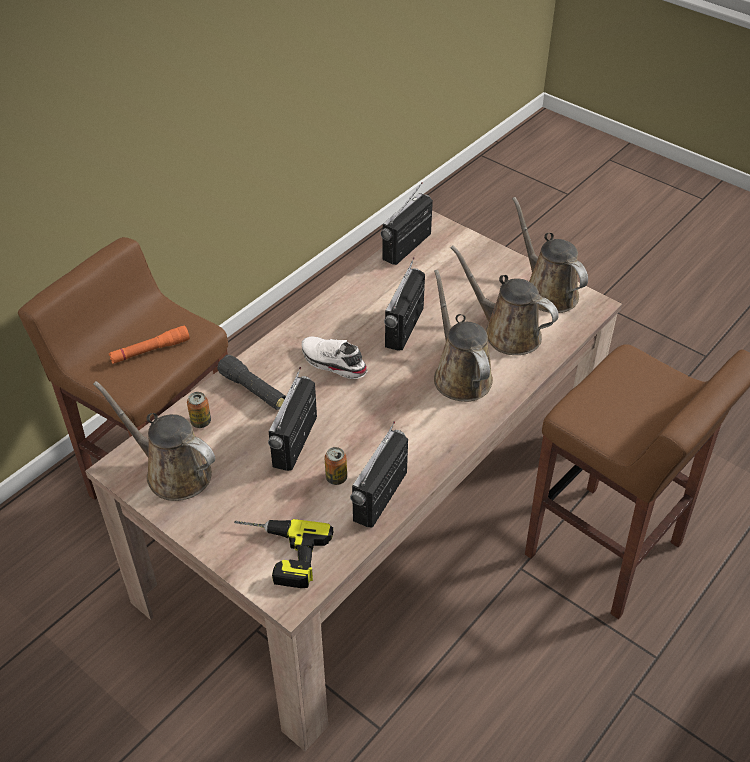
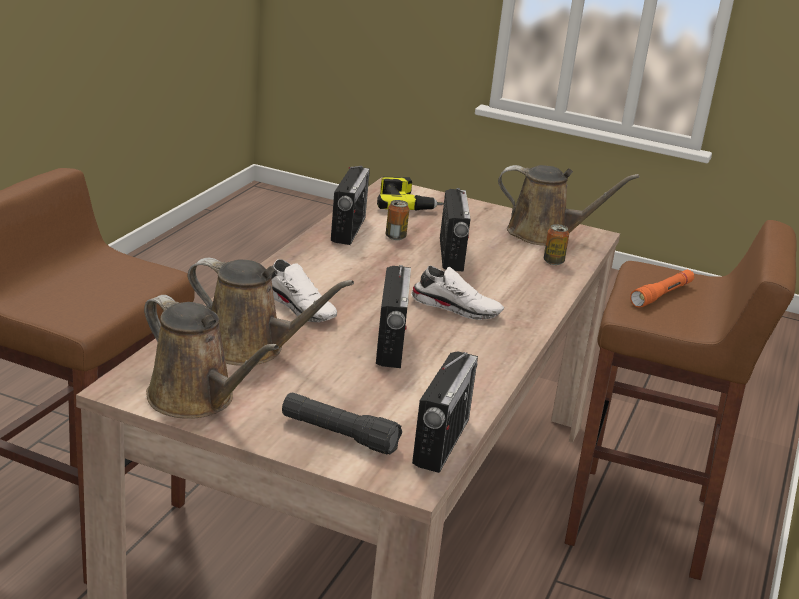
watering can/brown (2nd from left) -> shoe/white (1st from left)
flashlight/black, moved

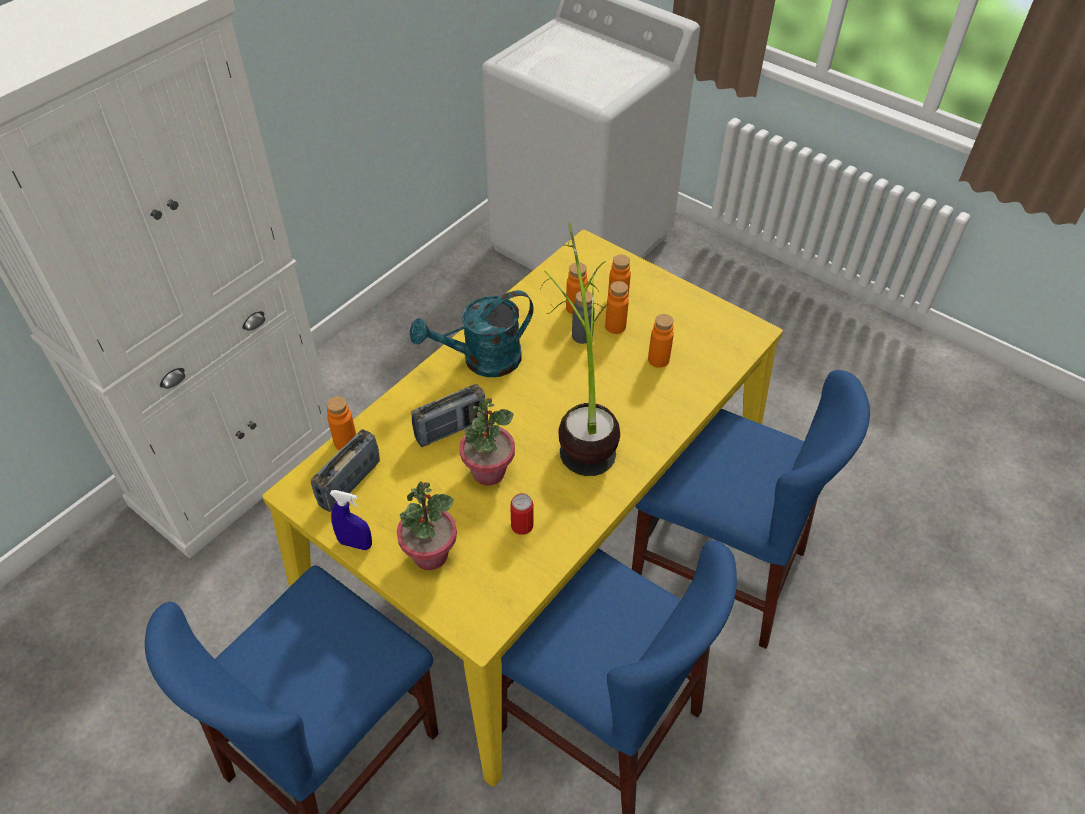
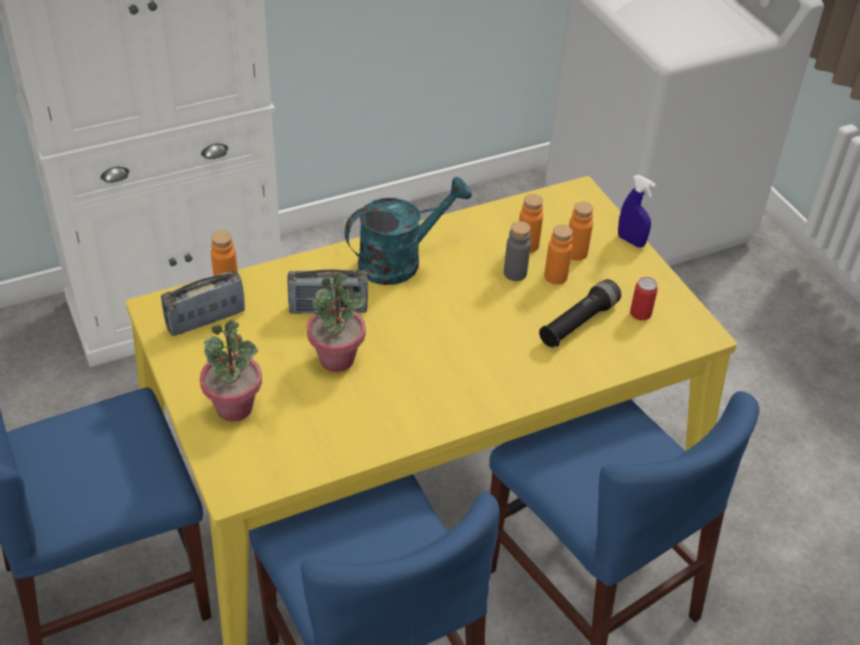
potted plant (3rd from left) -> none
watering can/turquoise, 150 degrees clockwise
bottle/orange (5th from left) -> flashlight/black
spray bottle/blue, moved
can, moved

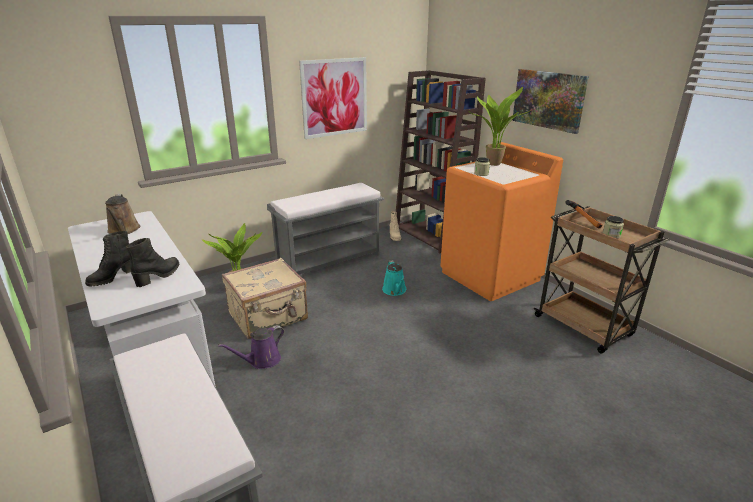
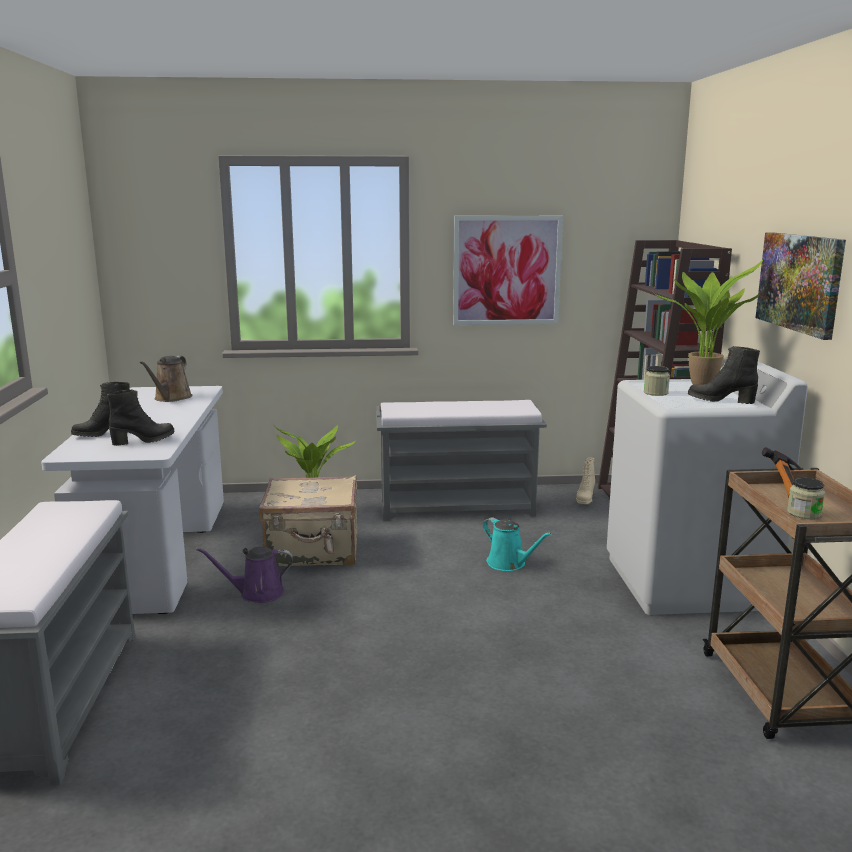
washing machine/orange -> washing machine/white
watering can/turquoise, 60 degrees counterclockwise
none -> boot/black (3rd from left)

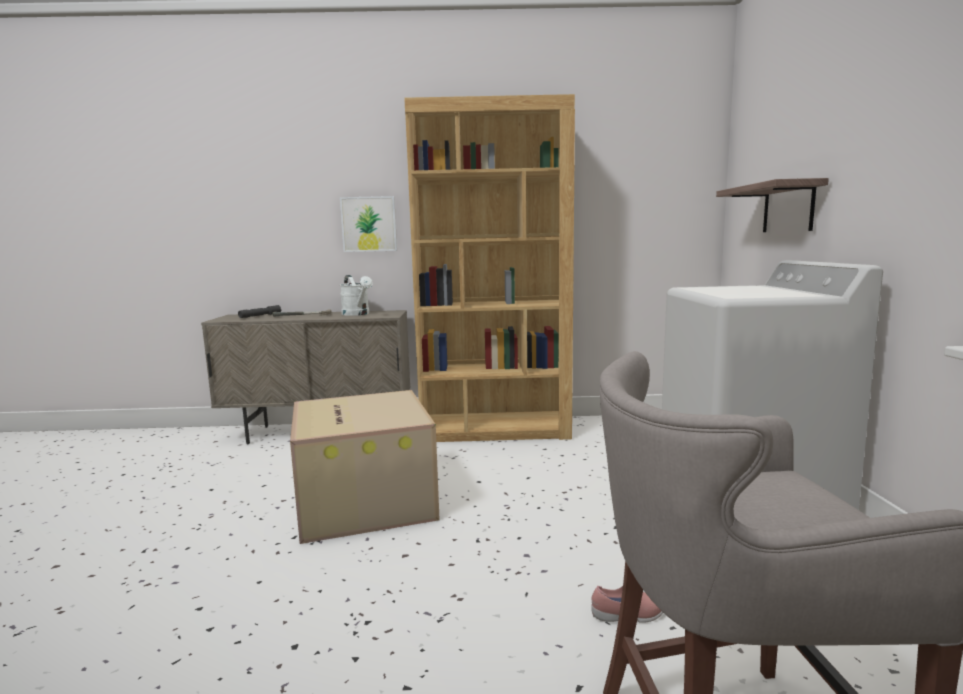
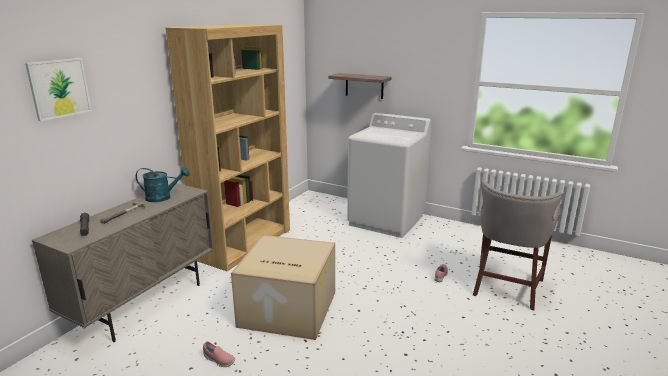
picture, moved
watering can/white -> watering can/turquoise
none -> shoe/pink (1st from left)

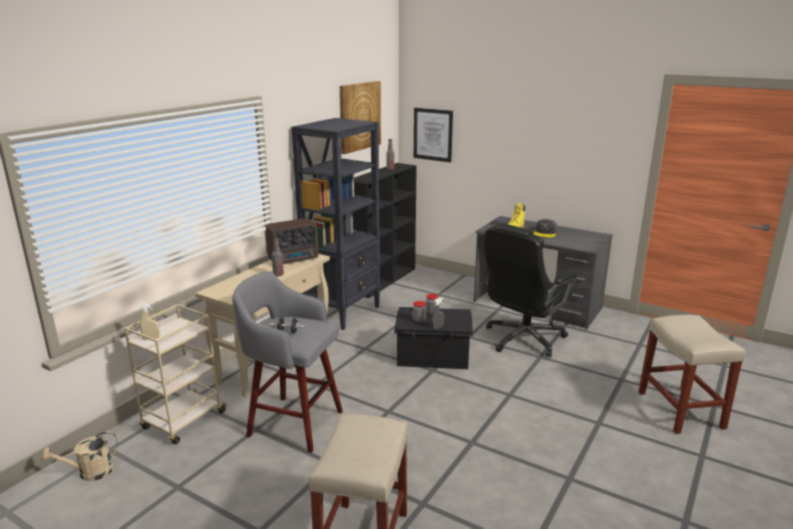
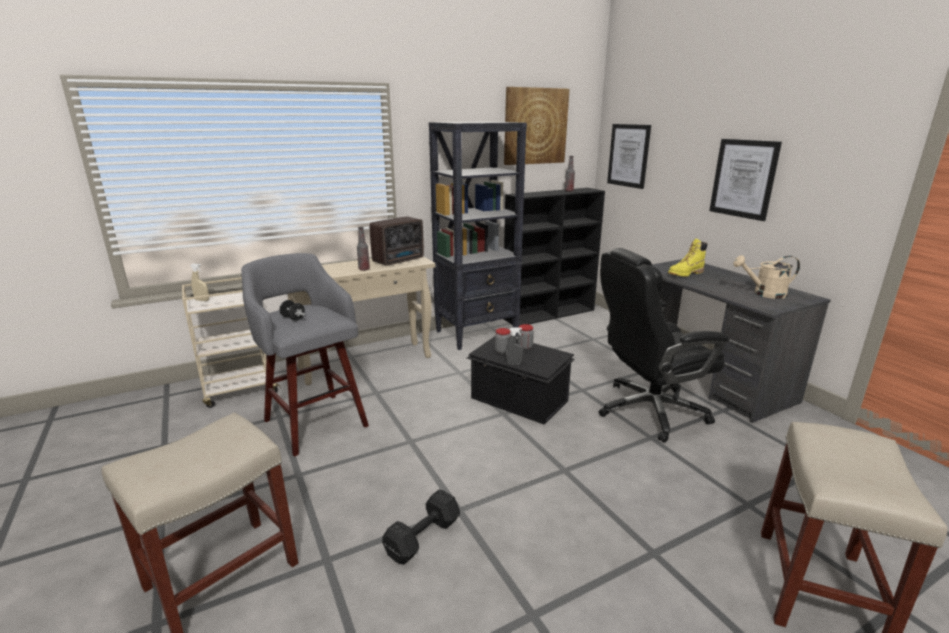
radio, 45 degrees counterclockwise
cap/grey -> none
watering can/beige, moved
none -> picture (3rd from left)
none -> dumbbell/black (2nd from left)

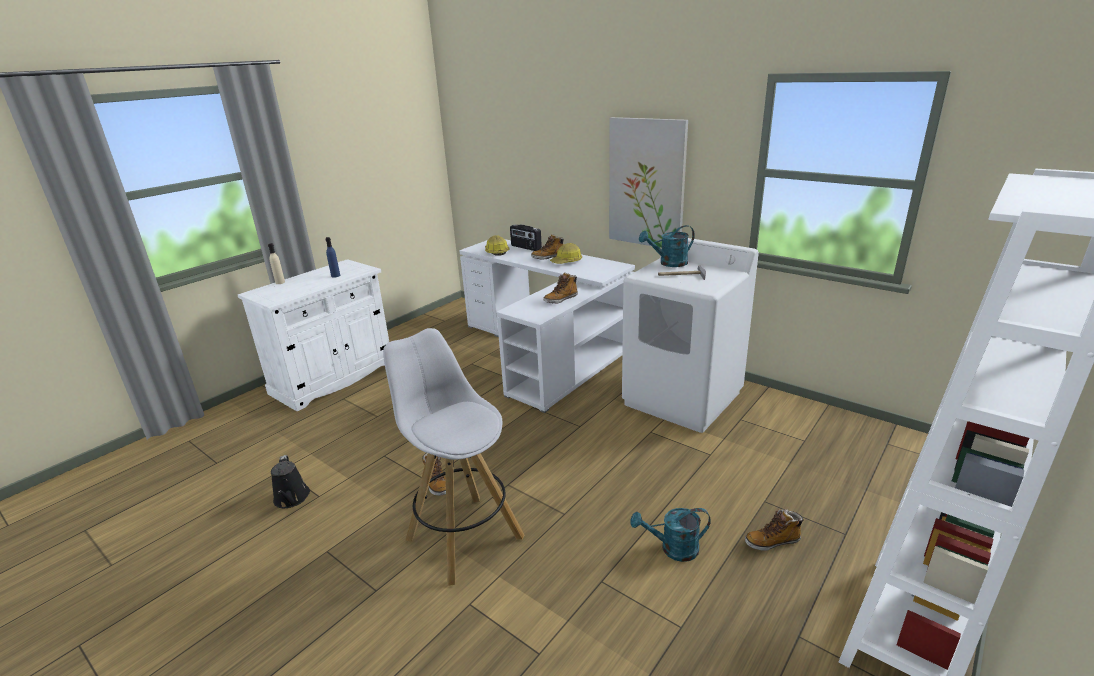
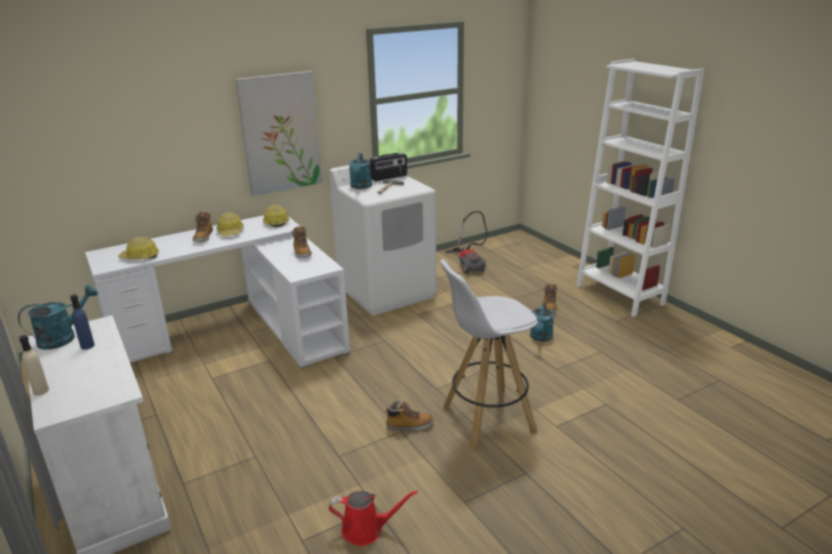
radio, moved
watering can/black -> watering can/red
none -> hard hat (3rd from left)
none -> vacuum cleaner
none -> watering can/turquoise (1st from left)

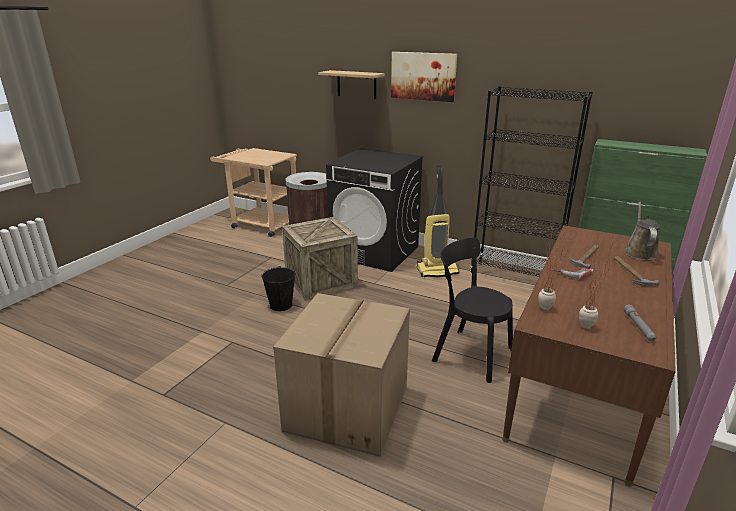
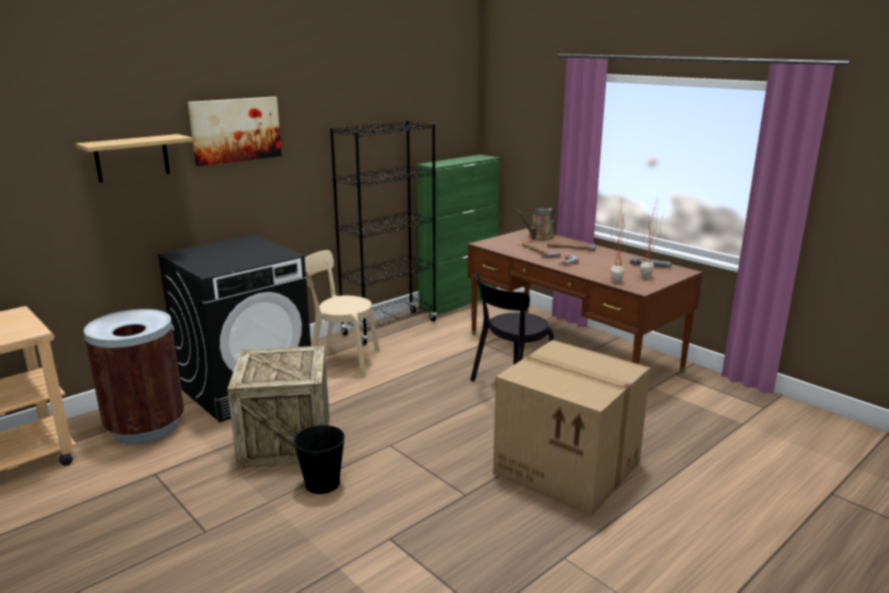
vacuum cleaner -> chair/beige
watering can/brown, 75 degrees counterclockwise

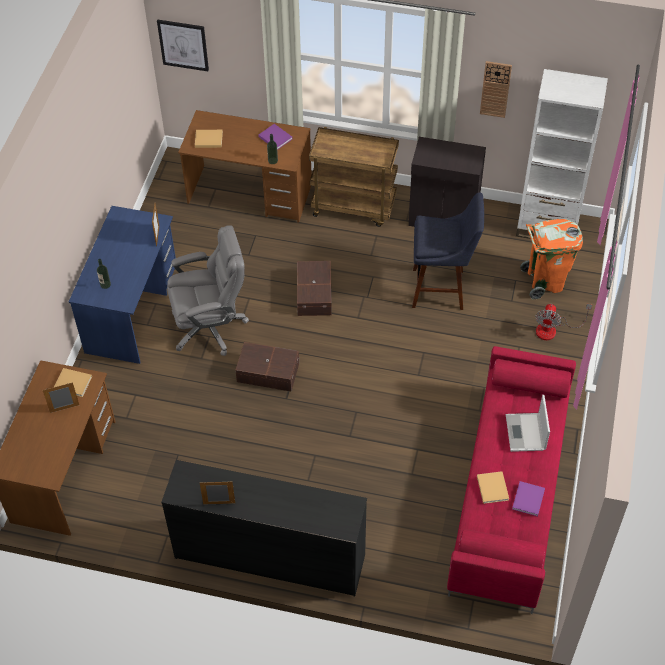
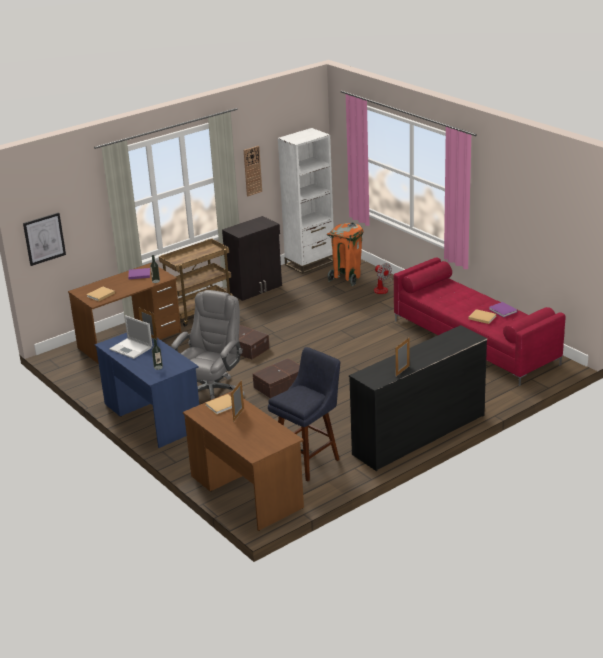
stool/blue, moved
laptop, moved

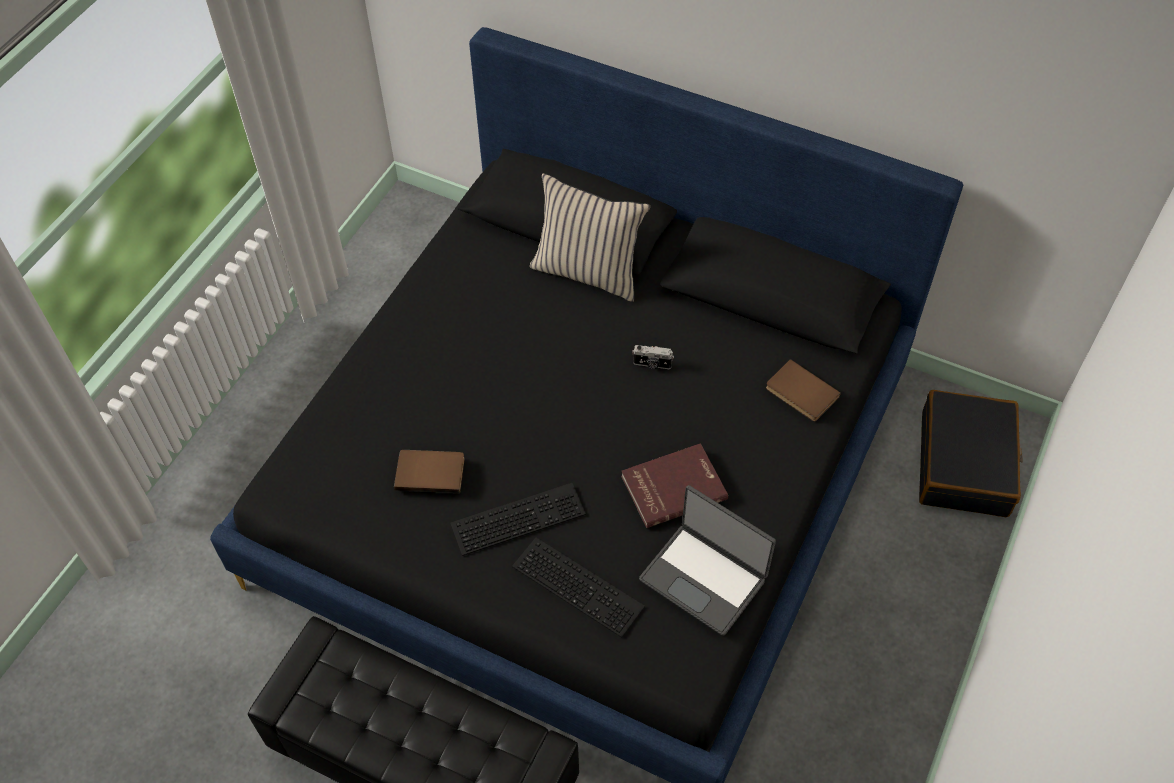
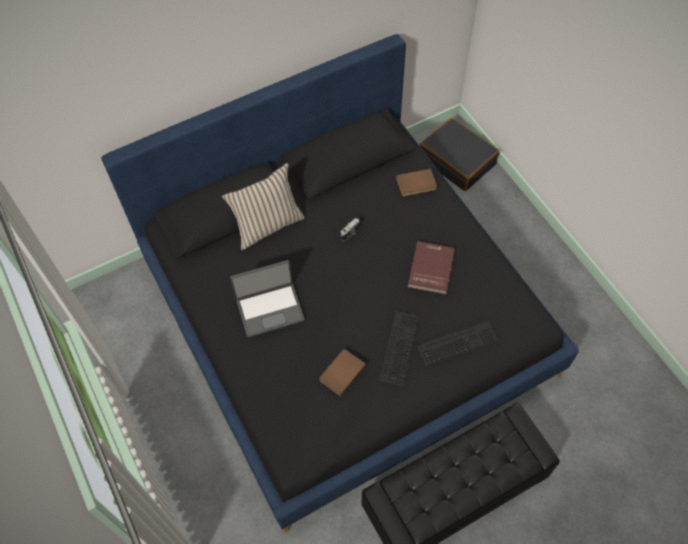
laptop, moved

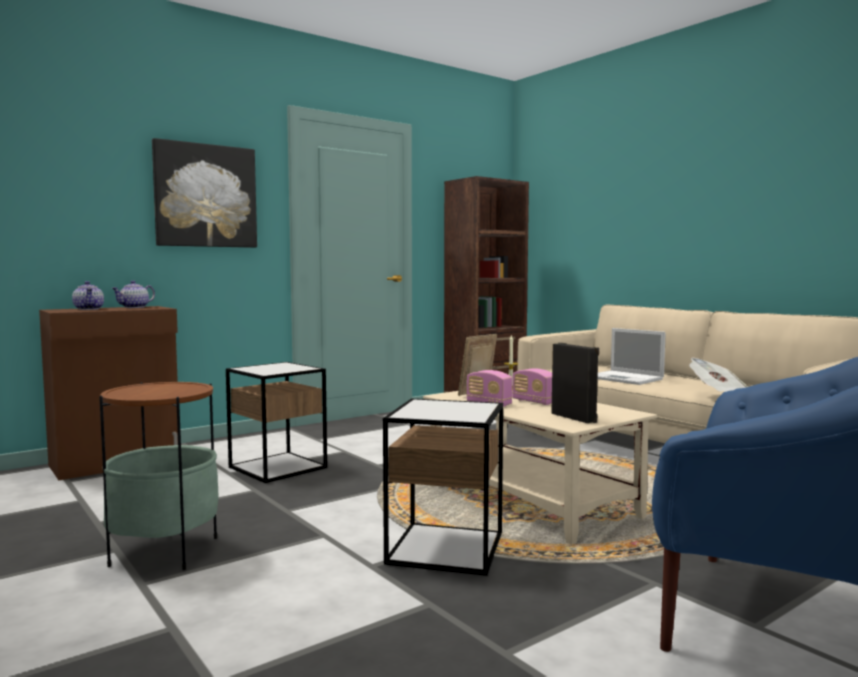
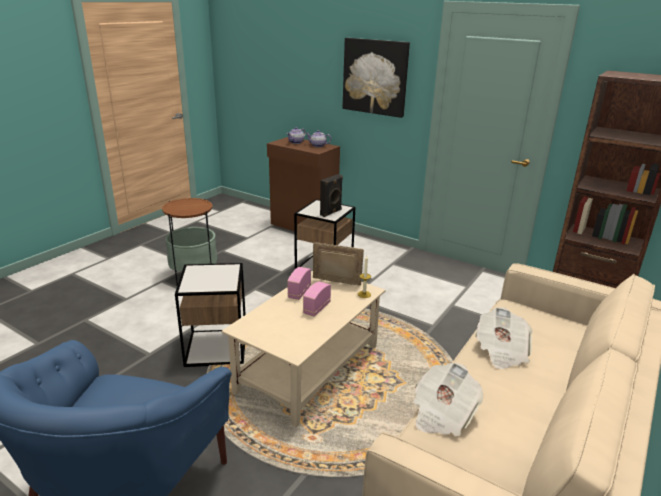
laptop -> newspaper (2nd from left)
speaker/black, moved

